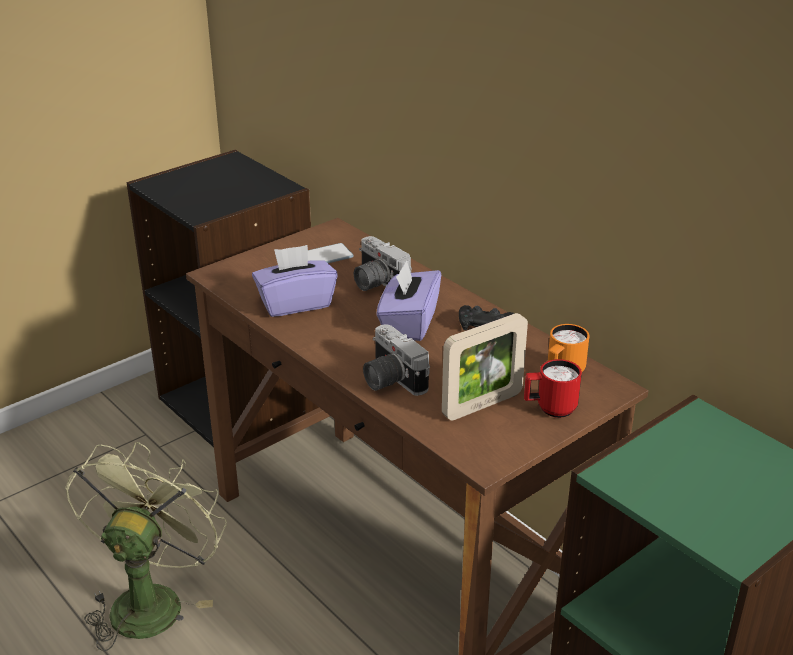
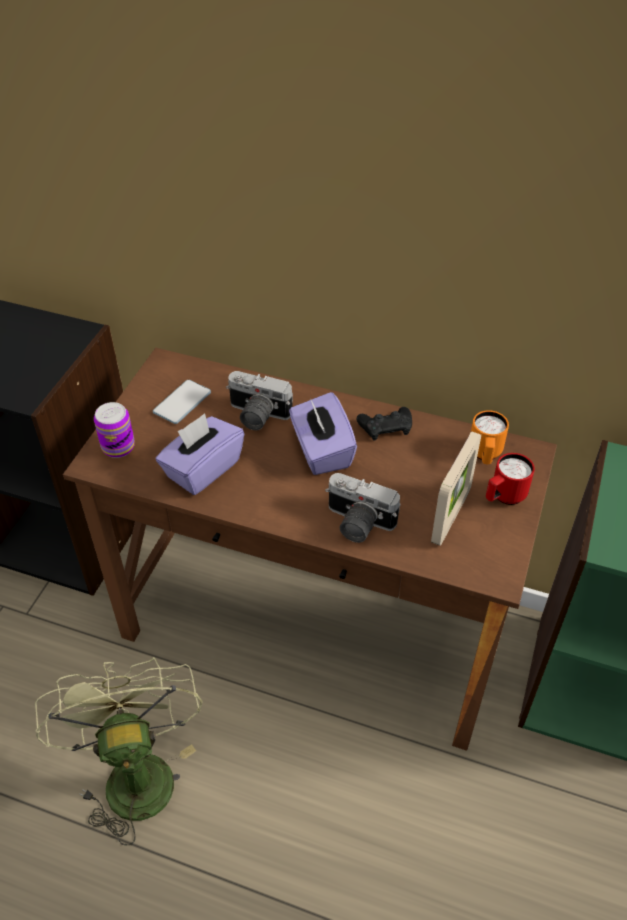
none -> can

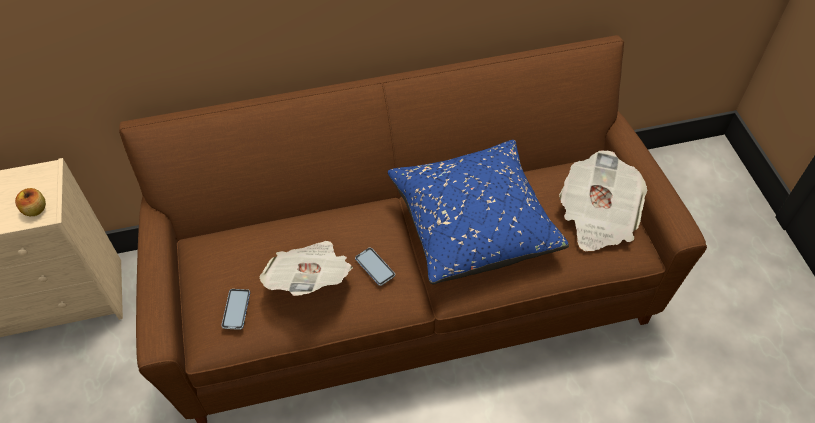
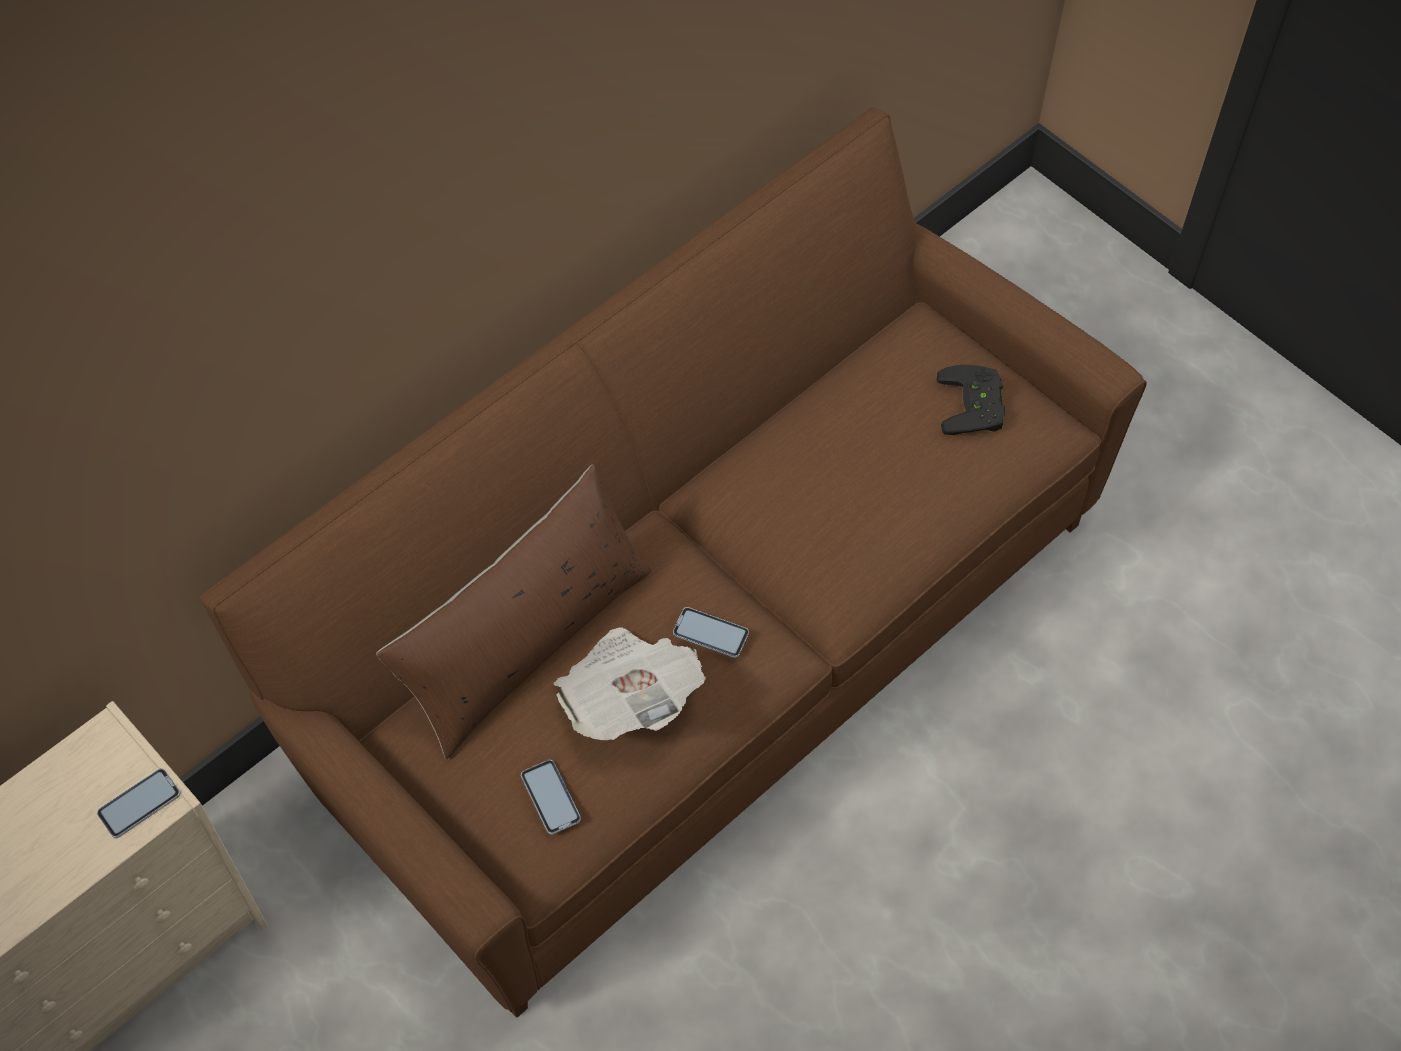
pillow/blue -> none
newspaper (2nd from left) -> game controller/black
apple -> phone (1st from left)
none -> pillow/brown

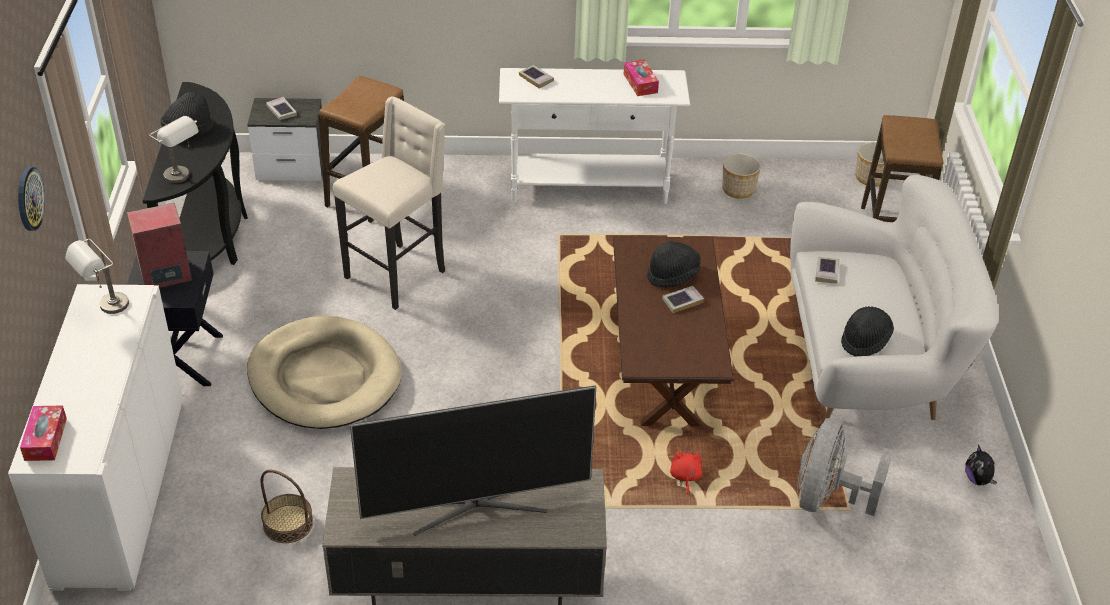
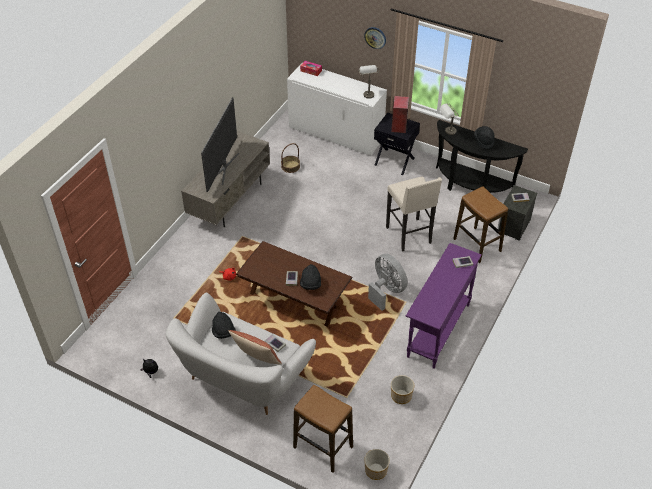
tissue box (2nd from left) -> none
console table/white -> console table/purple
dog bed/beige -> none
fan/grey, moved
none -> pillow

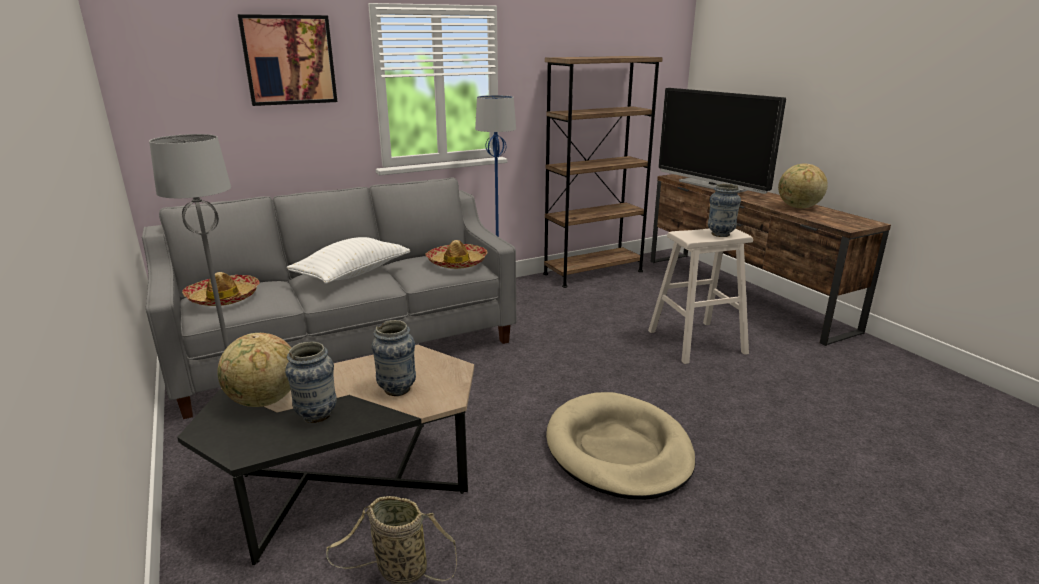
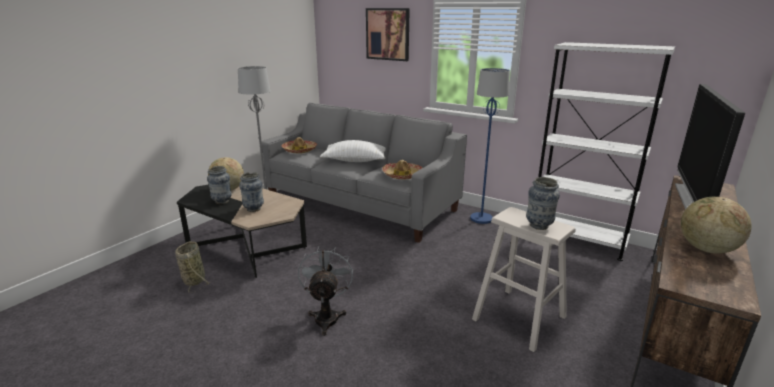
bookcase/brown -> bookcase/white
dog bed/beige -> fan/grey

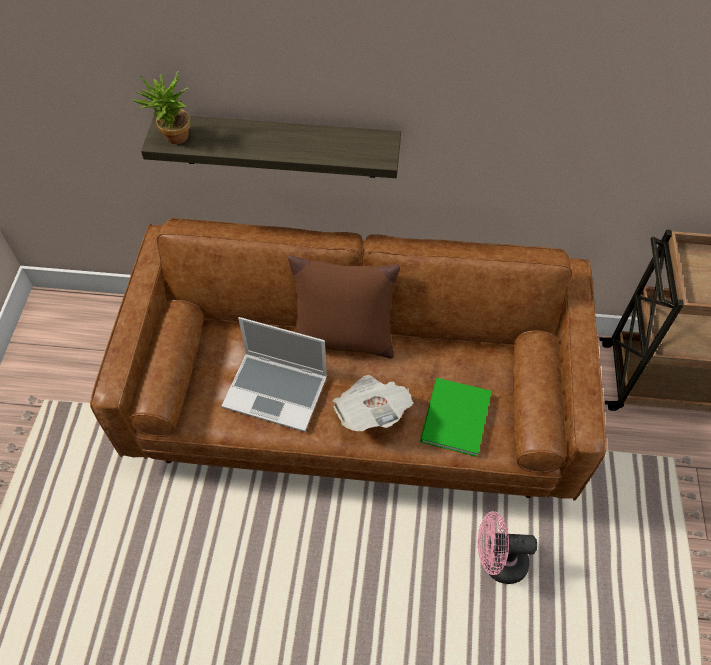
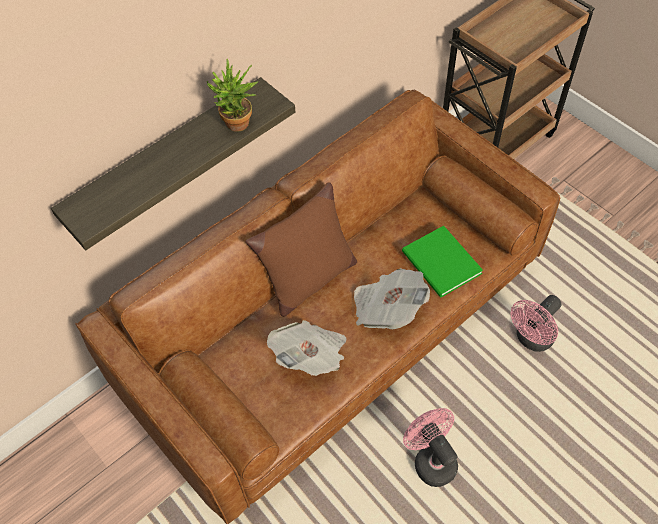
potted plant, moved
laptop -> newspaper (1st from left)
none -> fan/pink (1st from left)

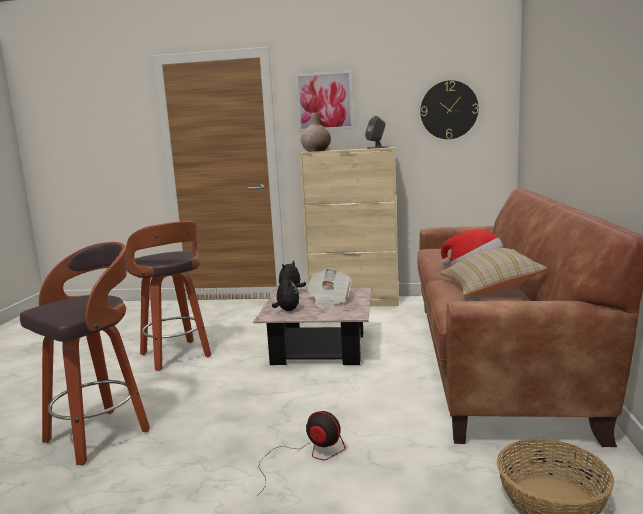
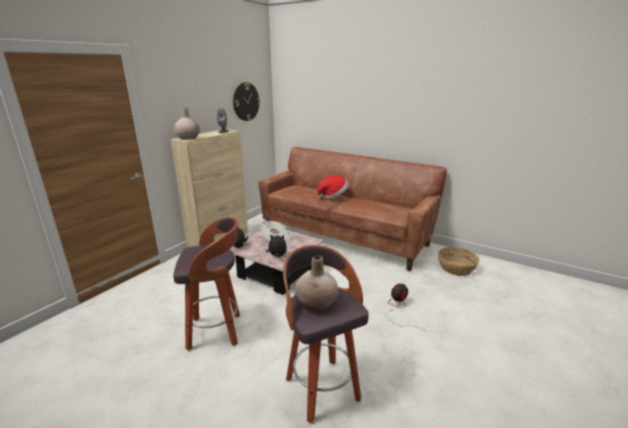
picture -> none
pillow/beige -> none
none -> vase/beige (2nd from left)

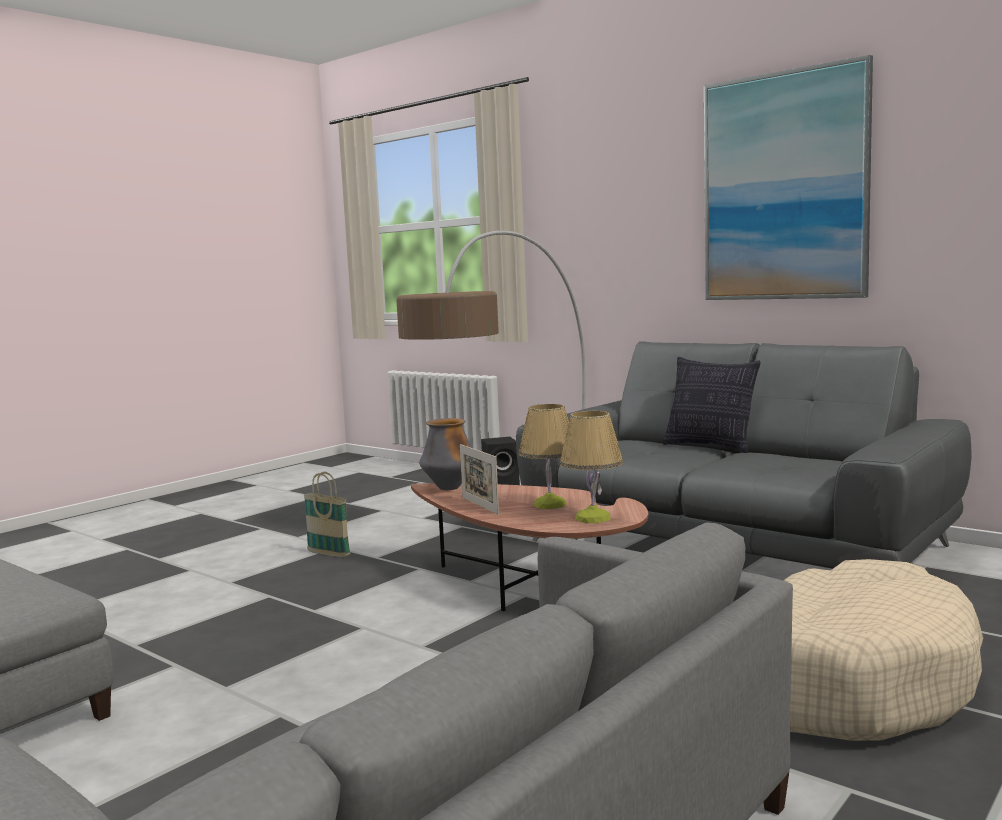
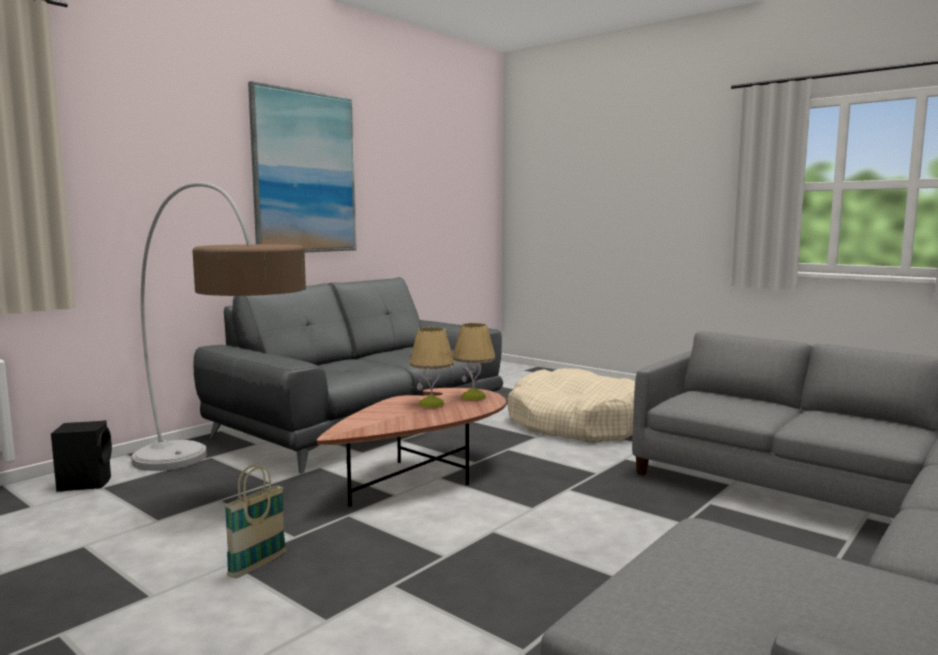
pillow -> none
vase -> none
picture frame -> none

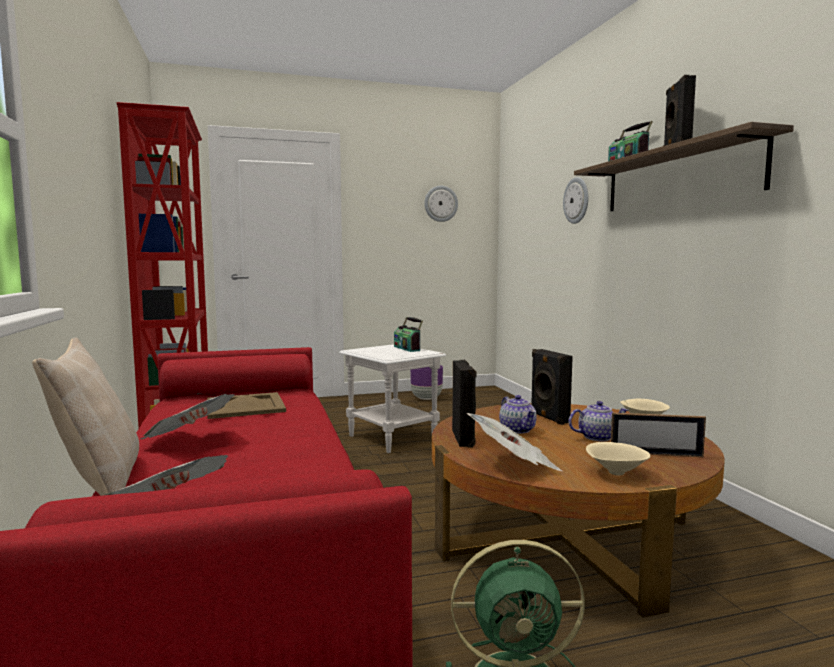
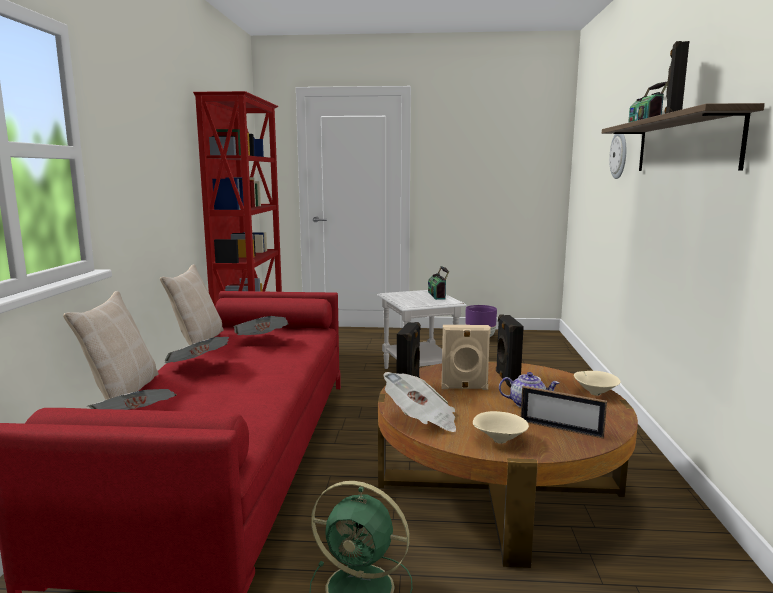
wall clock (1st from left) -> none
tray/beige -> newspaper (3rd from left)
teapot (1st from left) -> speaker/beige
none -> pillow/beige (2nd from left)

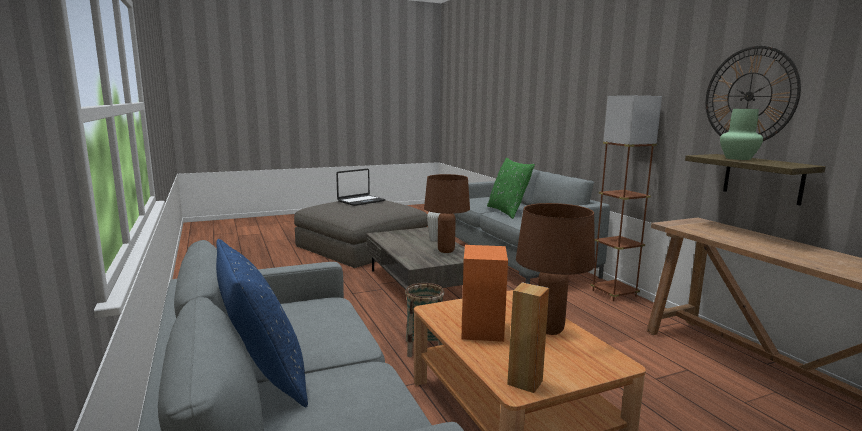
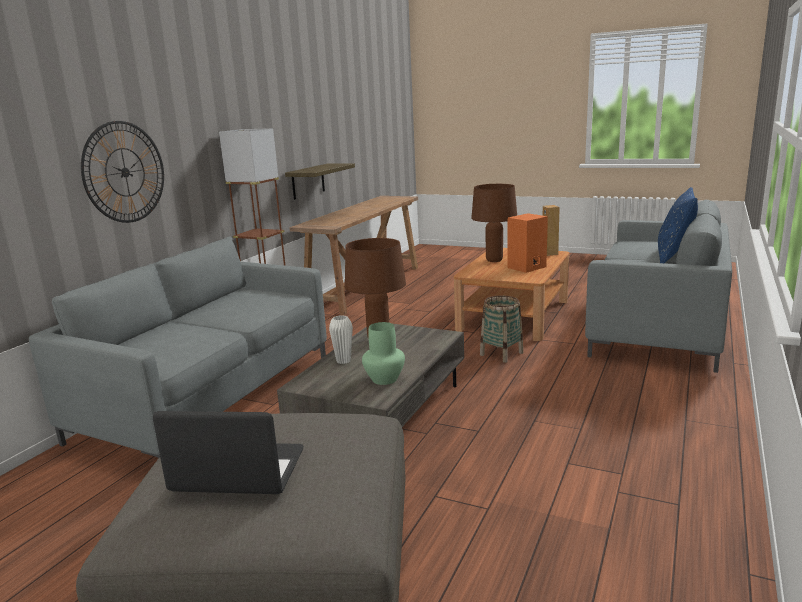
wall clock, moved
vase/green, moved
pillow/green -> none

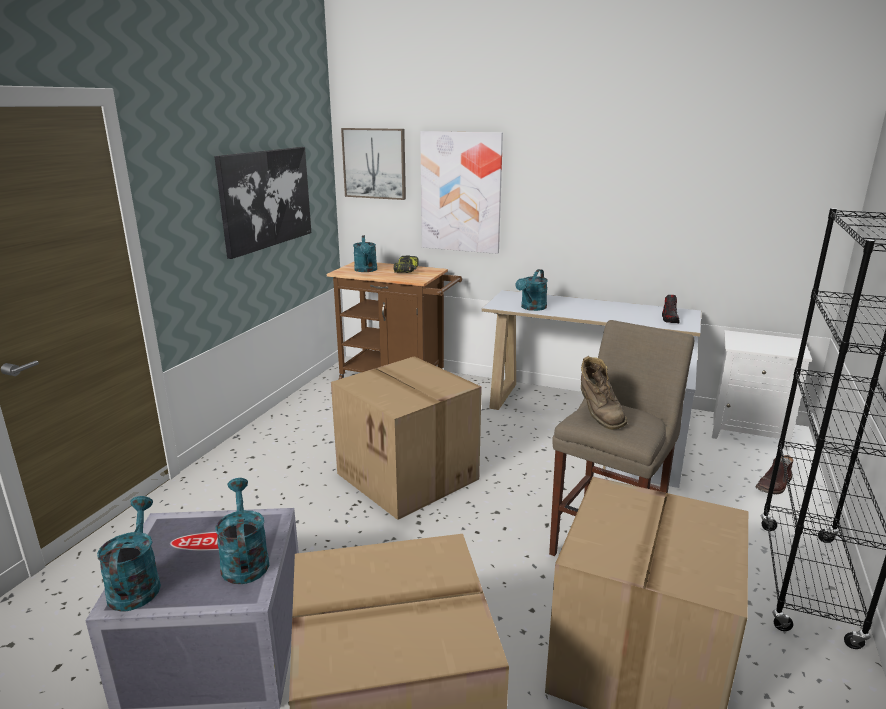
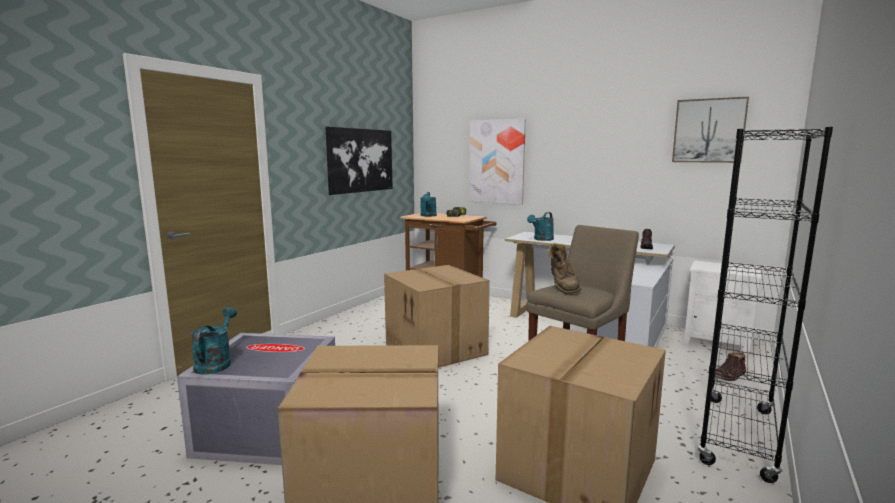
picture (2nd from left in the first image) -> picture (3rd from left), moved
watering can/turquoise (2nd from left) -> none

